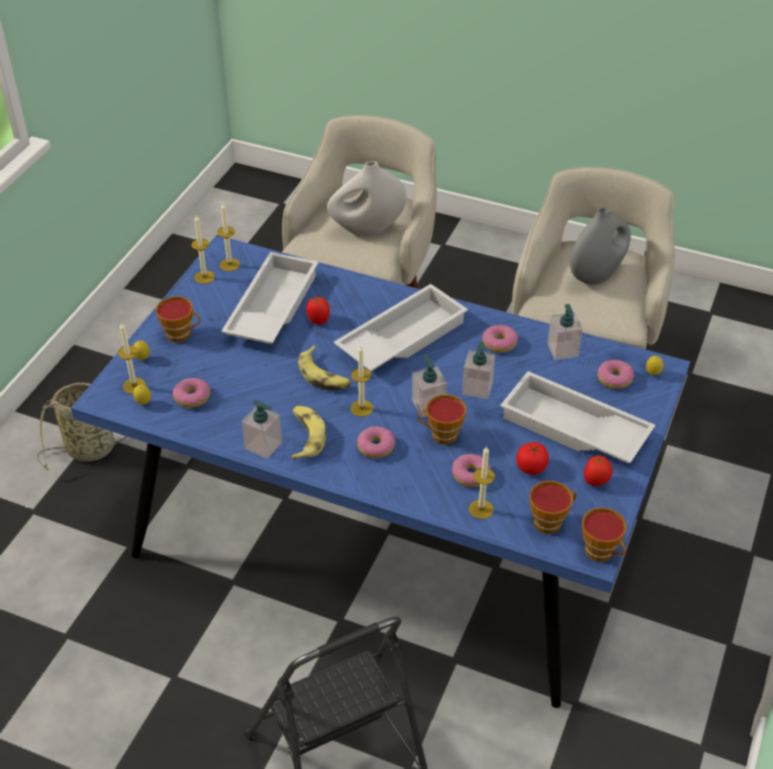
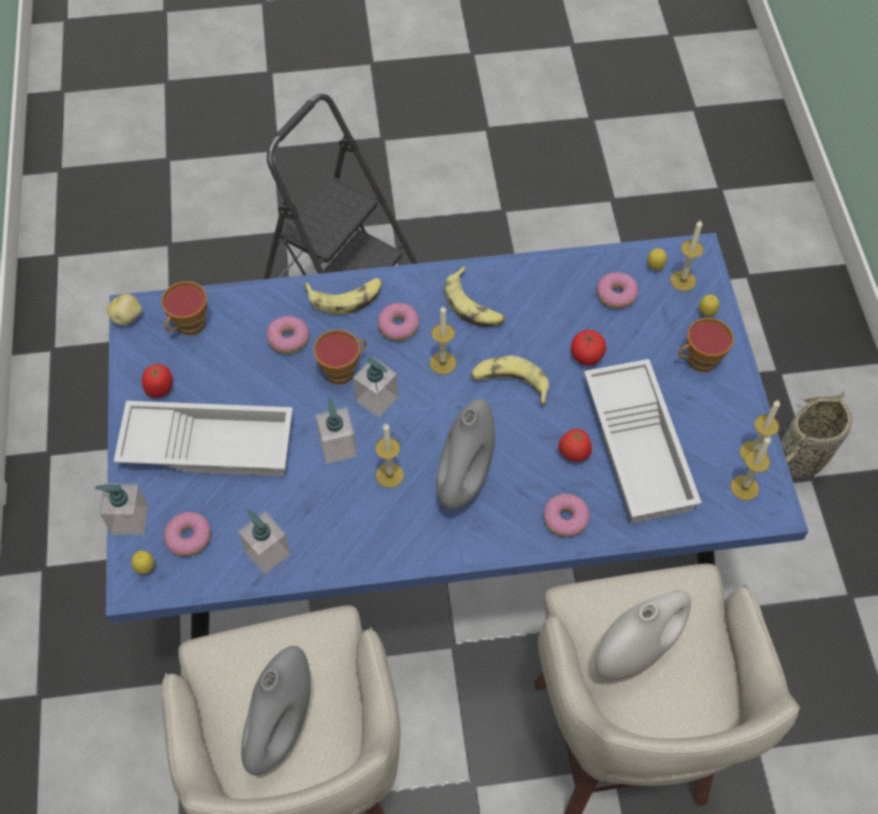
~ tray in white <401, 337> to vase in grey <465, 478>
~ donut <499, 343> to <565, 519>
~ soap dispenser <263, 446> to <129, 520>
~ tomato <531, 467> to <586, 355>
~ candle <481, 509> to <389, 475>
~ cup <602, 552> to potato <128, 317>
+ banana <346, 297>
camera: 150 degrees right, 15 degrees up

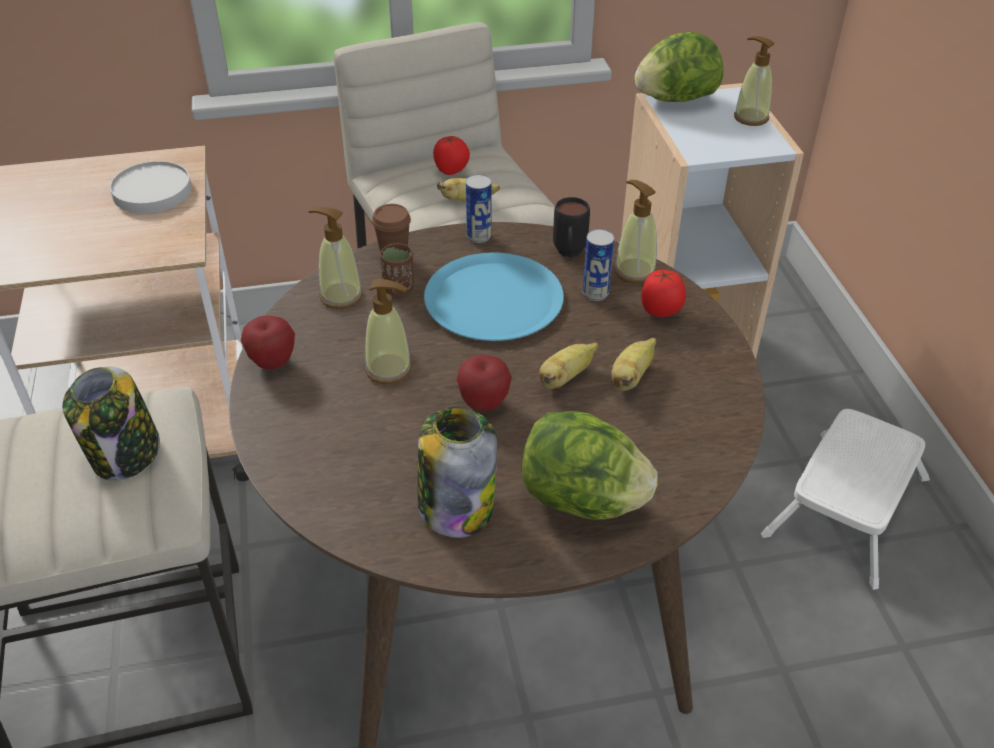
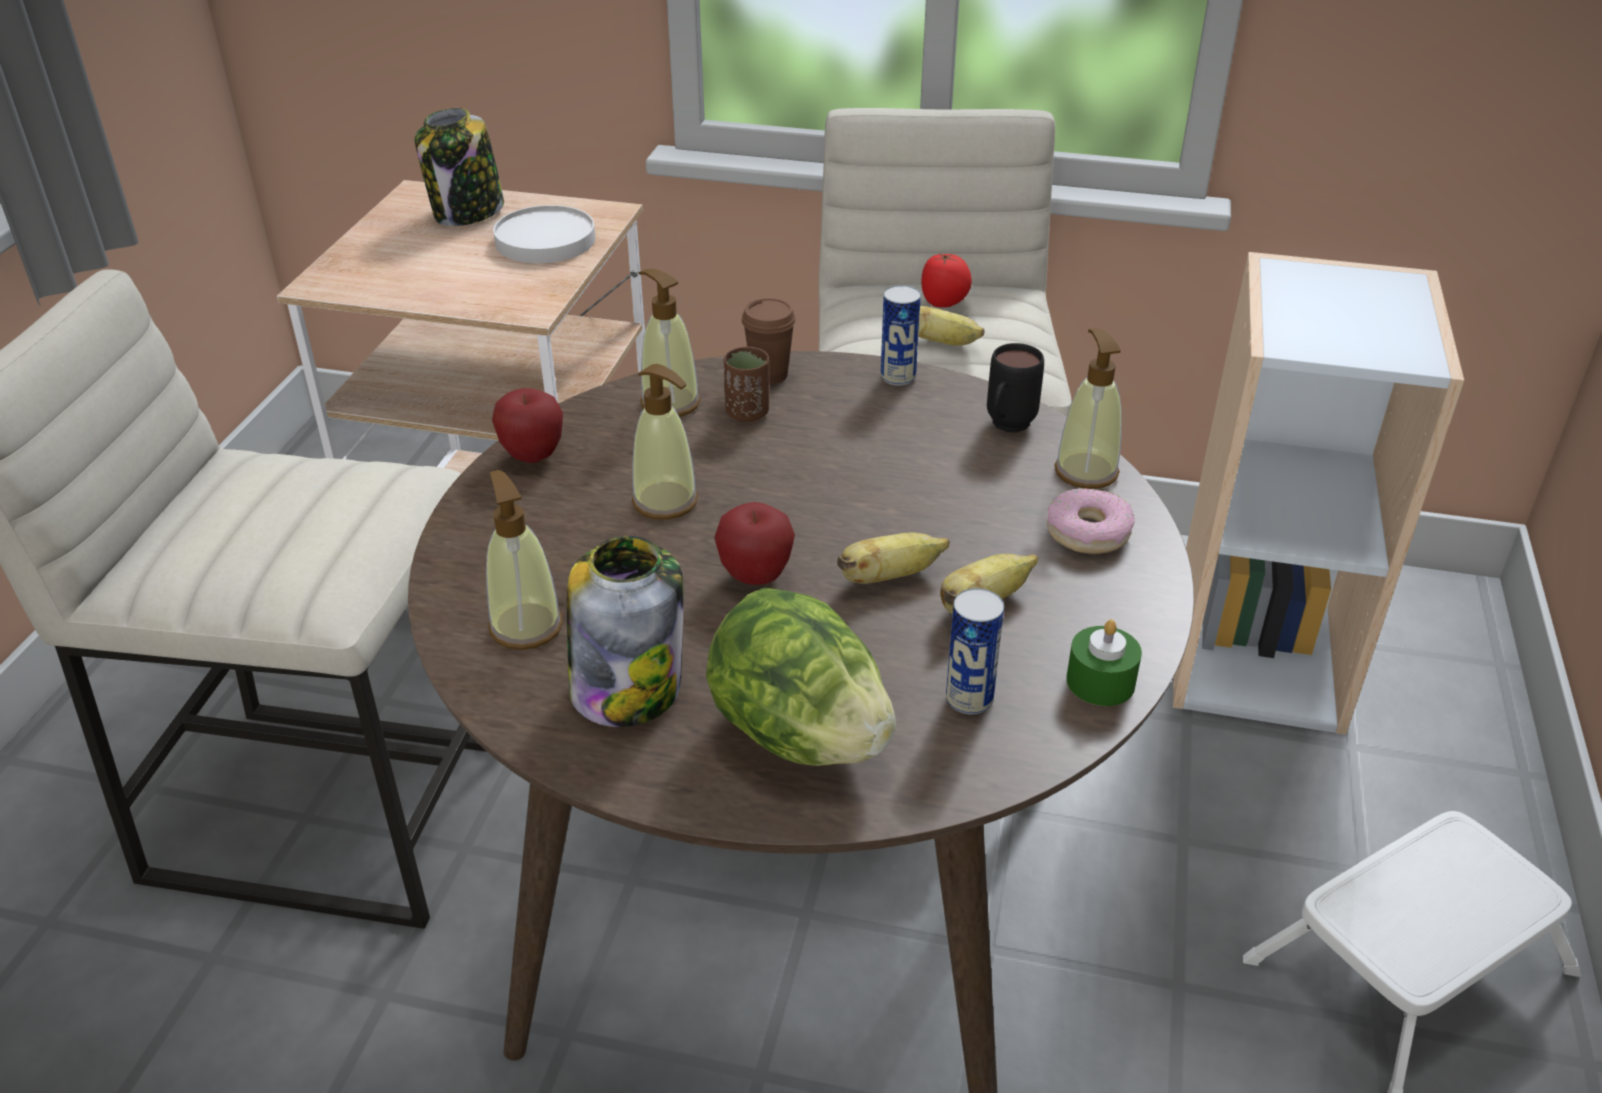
- lettuce <675, 99>
~ soap dispenser <750, 117> to <526, 626>
~ can <595, 293> to <969, 699>
- plate in blue <493, 299>
~ tomato <661, 311> to donut <1088, 532>
~ jar <125, 455> to <467, 213>
+ candle in green <1100, 682>
camera: 25 degrees right, 5 degrees down

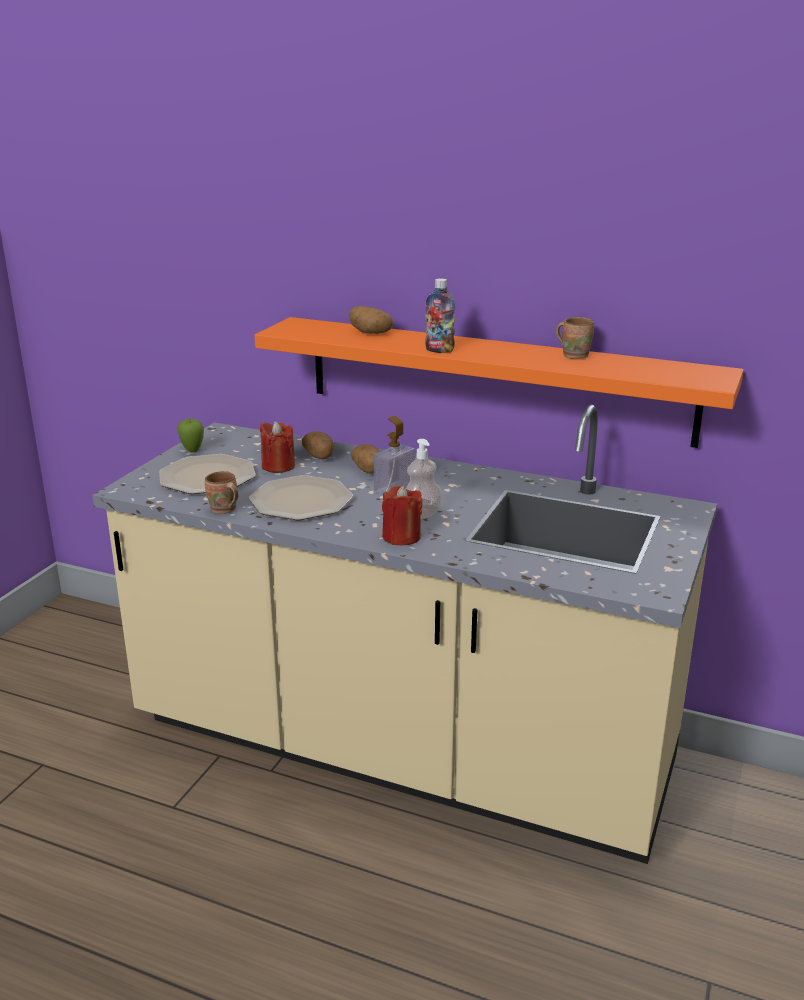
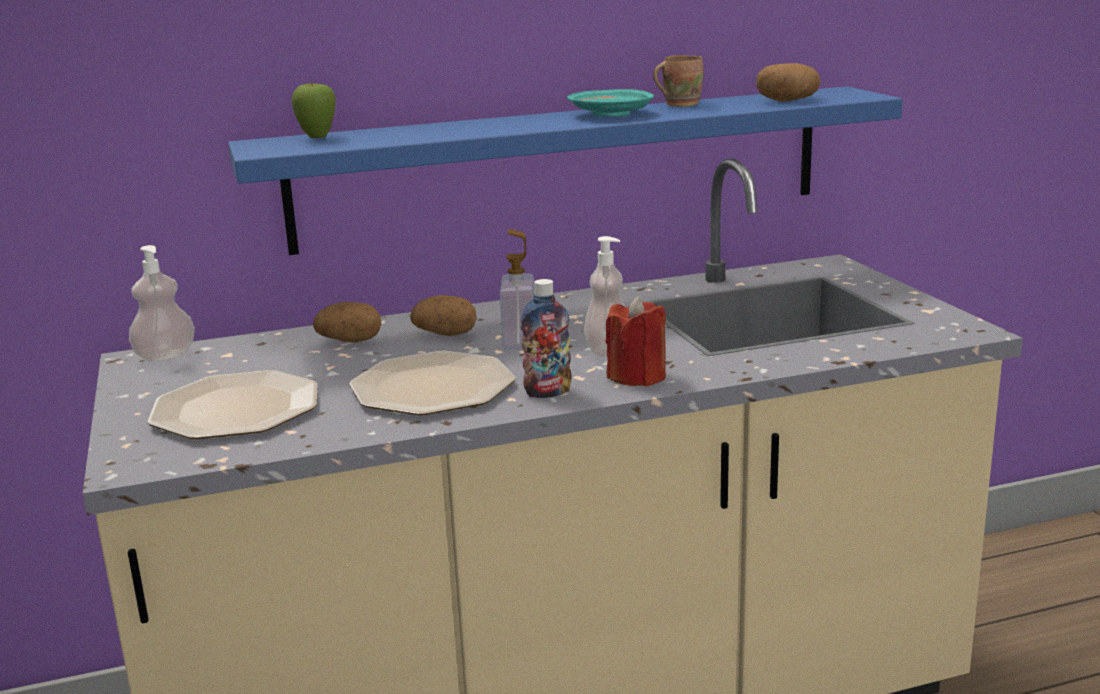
~ bottle <439, 350> to <548, 392>
~ potato <369, 333> to <787, 101>
~ shelf in orange <496, 379> to shelf in blue <563, 167>
~ apple <192, 451> to <317, 138>
- candle in red <278, 466>
- mug in brown <223, 510>
+ plate in turquoise <610, 114>
+ soap dispenser <165, 356>
camera: 40 degrees left, 5 degrees down

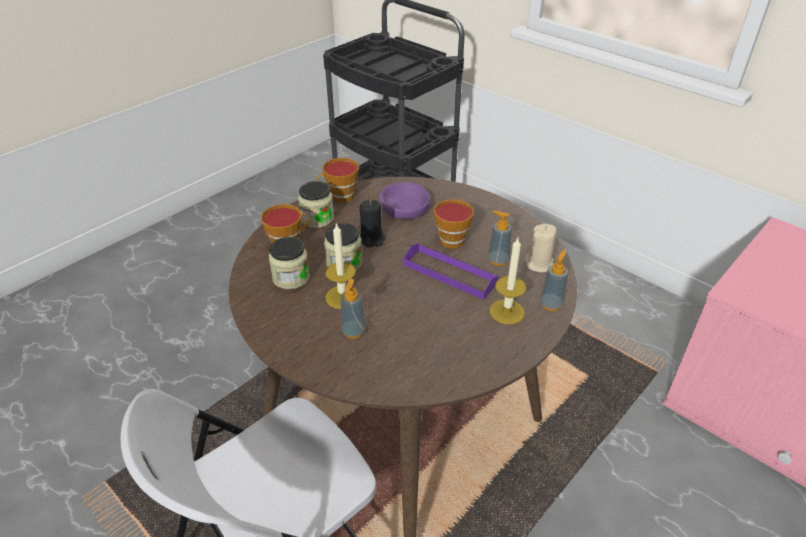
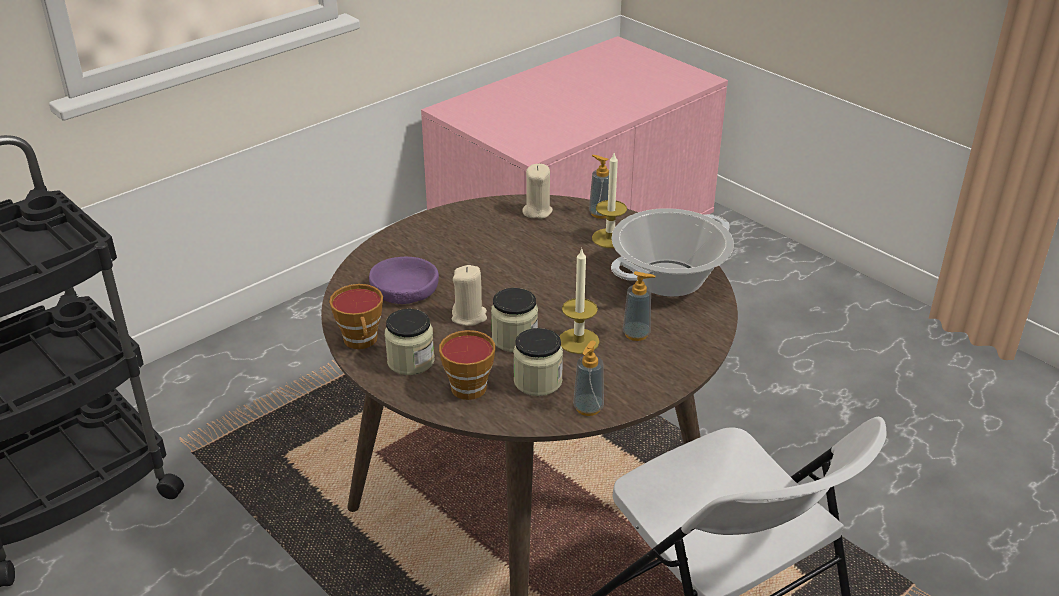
- cup <452, 238>
~ candle in black <372, 239> to candle in beige <469, 316>
~ soap dispenser <498, 260> to <588, 408>
- tray in purple <449, 274>
+ cooking pot <668, 279>
camera: 85 degrees left, 5 degrees down

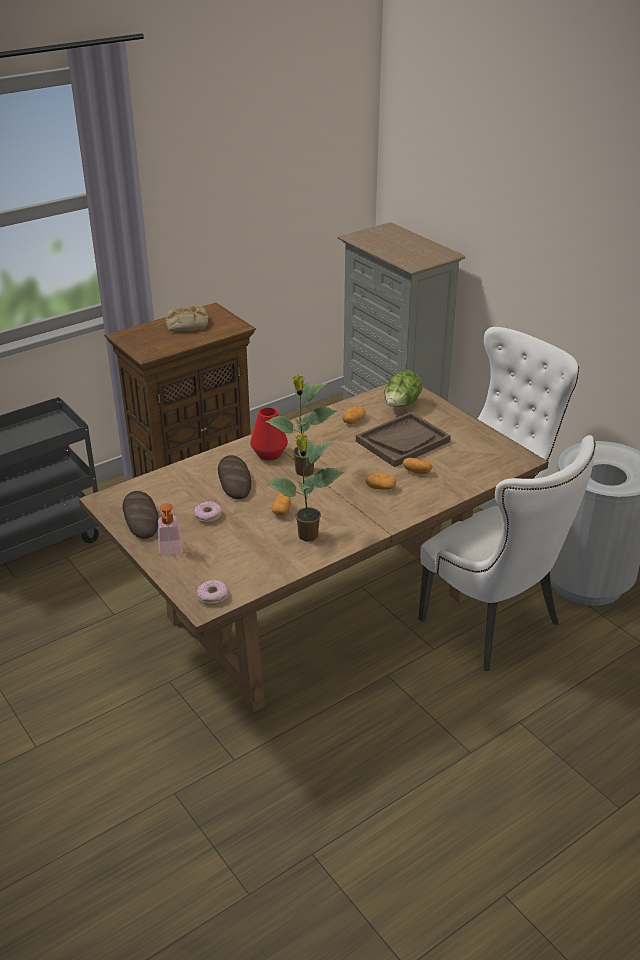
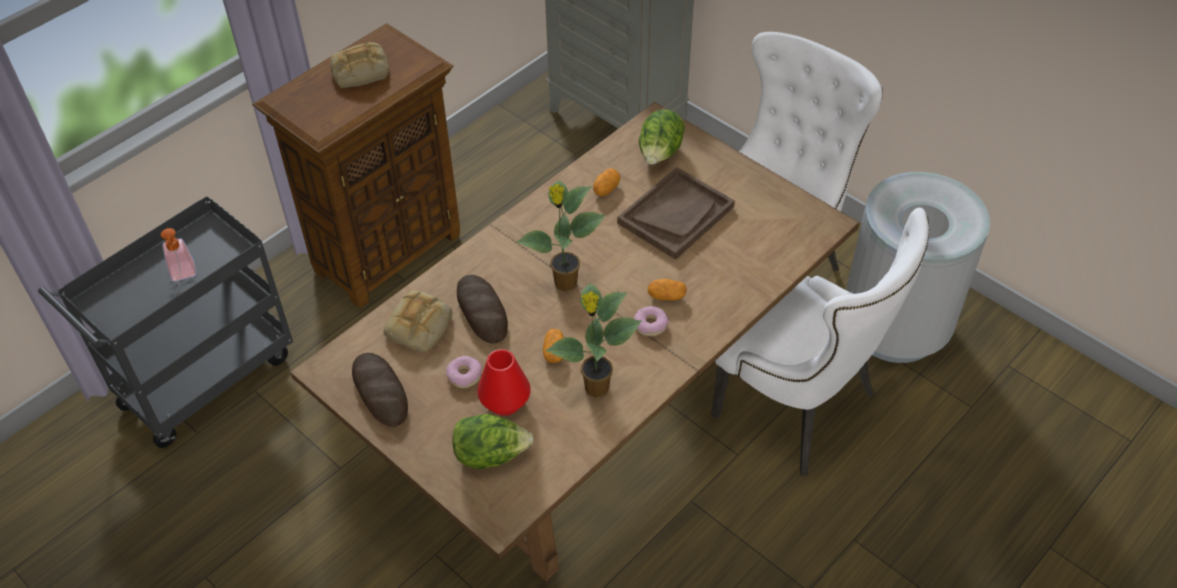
~ vase in red <269, 454> to <505, 402>
- potato <417, 471>
~ soap dispenser <170, 551> to <183, 275>
~ donut <212, 596> to <650, 325>
+ bread <419, 327>
+ lettuce <491, 455>
camera: 10 degrees left, 15 degrees up

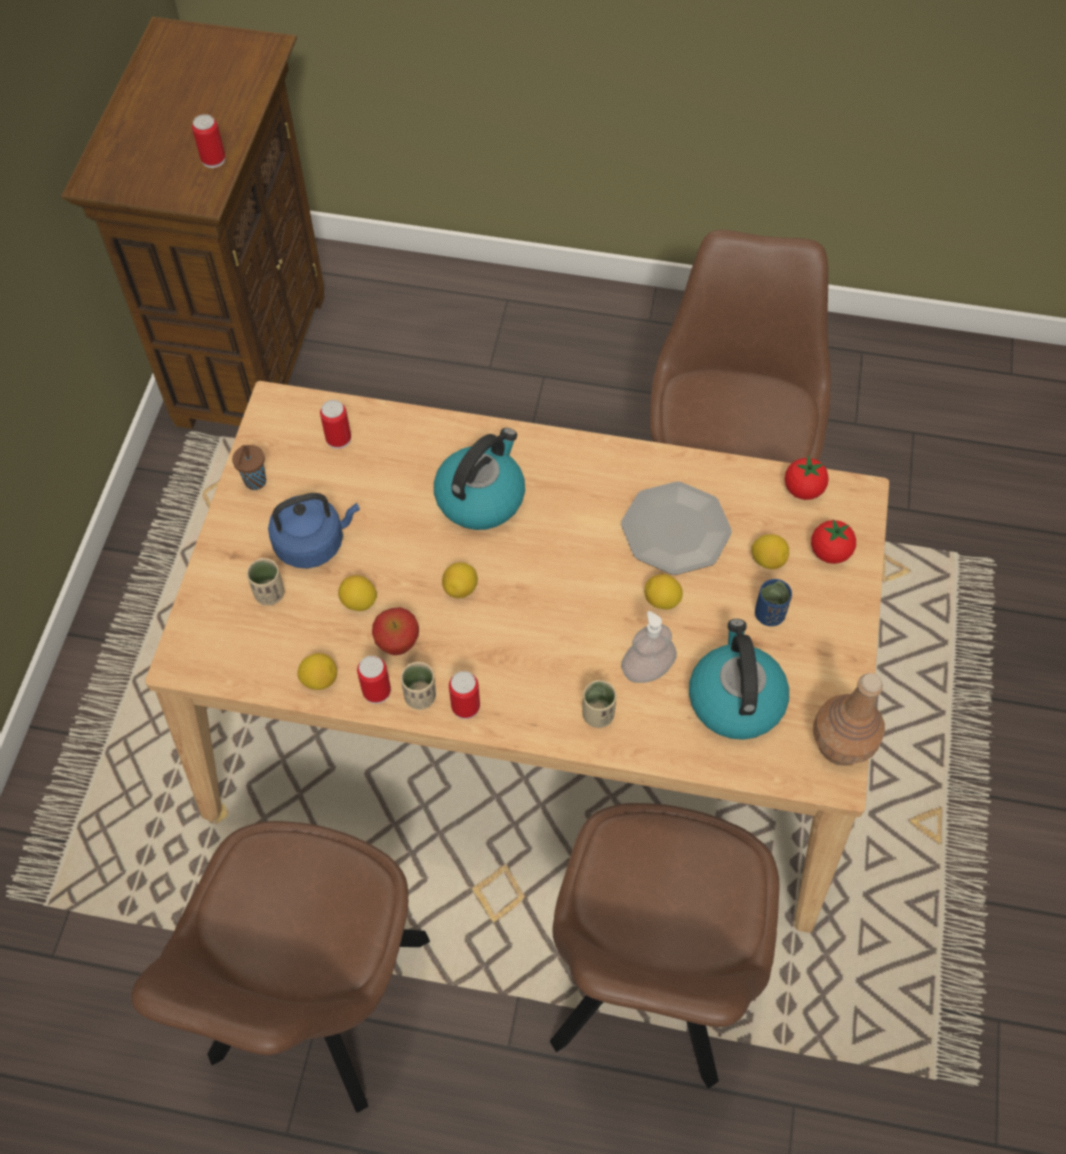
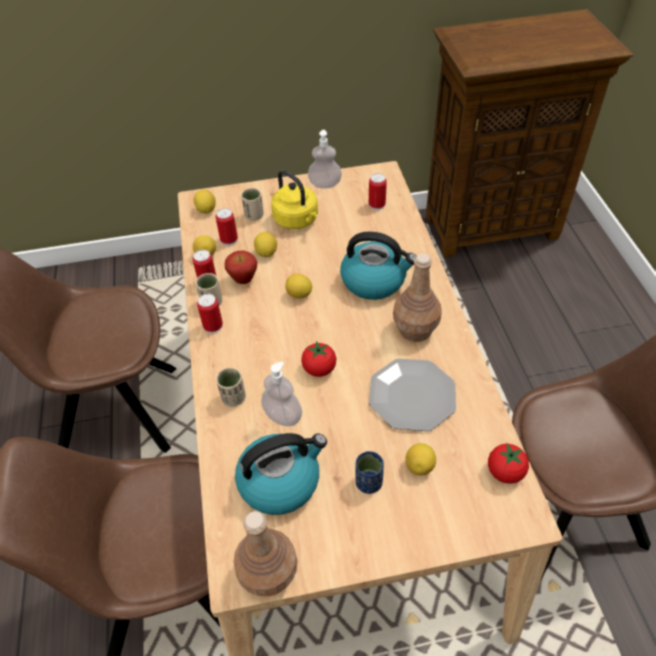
~ can <213, 160> to <229, 240>
~ cup in brown <254, 482> to soap dispenser <325, 184>
~ kettle in blue <313, 543> to kettle in yellow <297, 220>
~ tomato <829, 552> to <319, 369>
~ lemon <662, 600> to <206, 210>
+ bottle in brown <415, 329>
camera: 70 degrees right, 10 degrees down

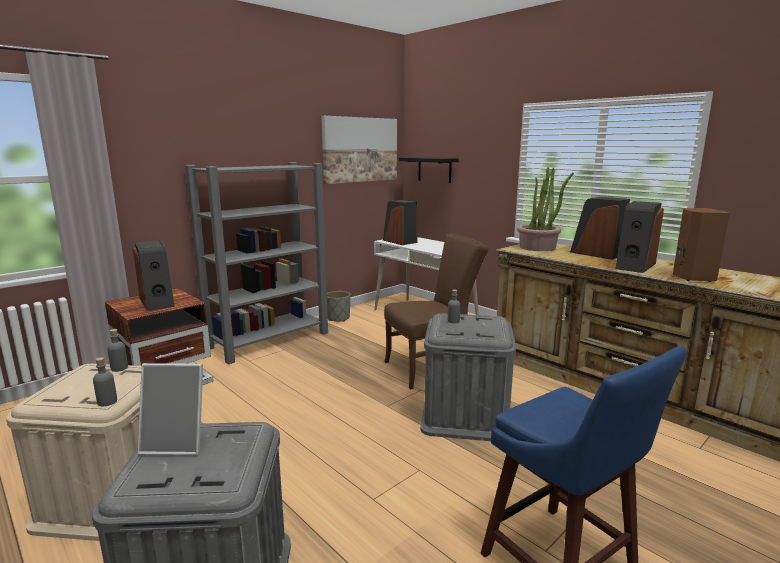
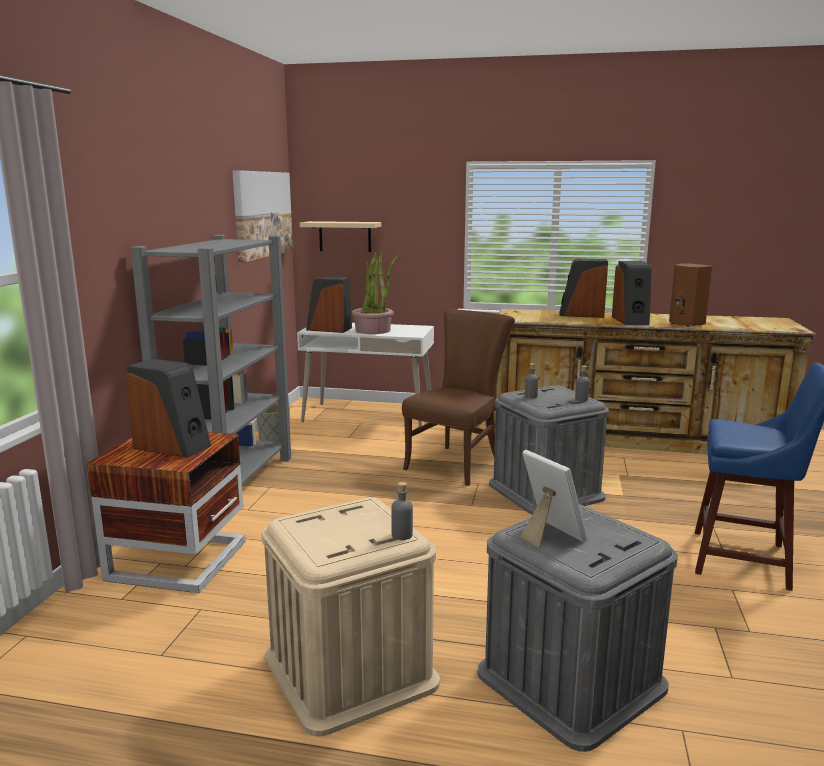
~ shelf in black <434, 169> to shelf in beige <345, 236>
~ potted plant <538, 247> to <373, 330>
~ bottle in grey <119, 368> to <581, 399>
~ picture frame <178, 443> = <548, 535> 90 degrees counterclockwise
camera: 35 degrees left, 0 degrees up

